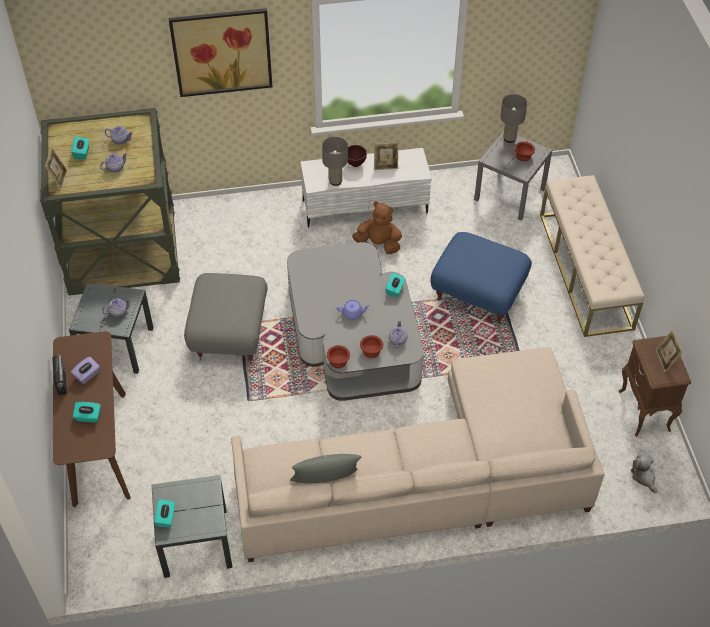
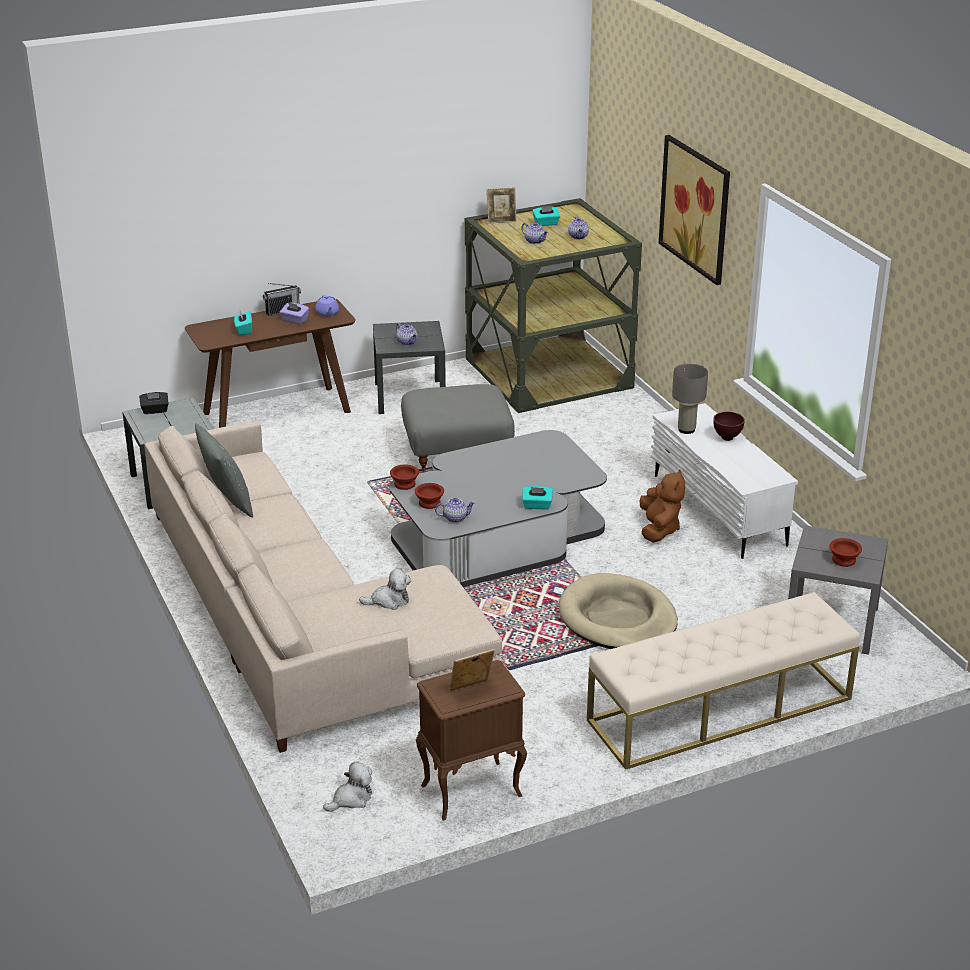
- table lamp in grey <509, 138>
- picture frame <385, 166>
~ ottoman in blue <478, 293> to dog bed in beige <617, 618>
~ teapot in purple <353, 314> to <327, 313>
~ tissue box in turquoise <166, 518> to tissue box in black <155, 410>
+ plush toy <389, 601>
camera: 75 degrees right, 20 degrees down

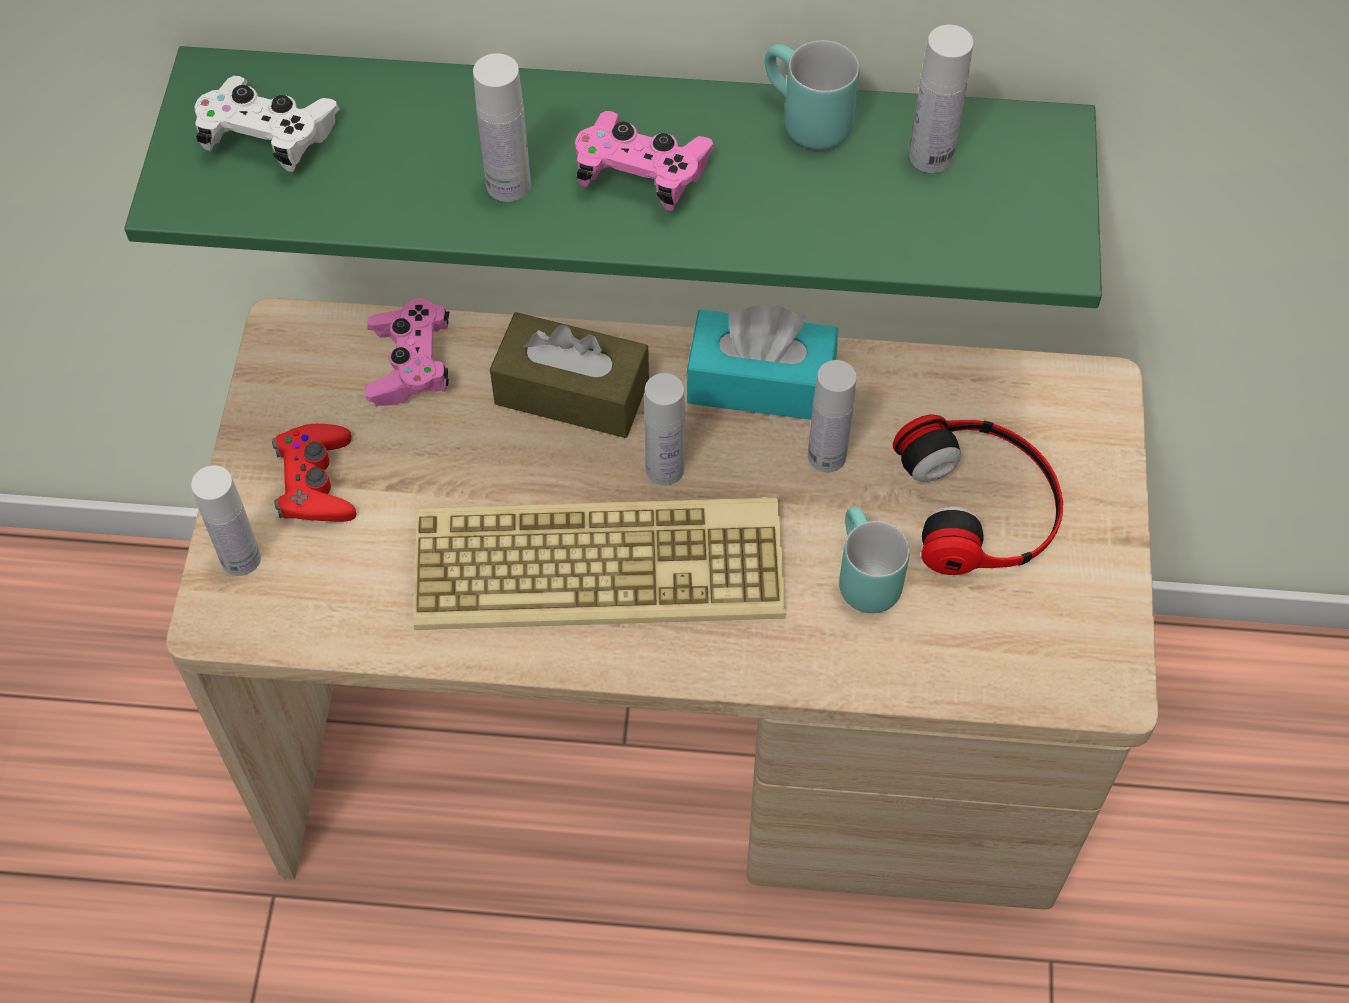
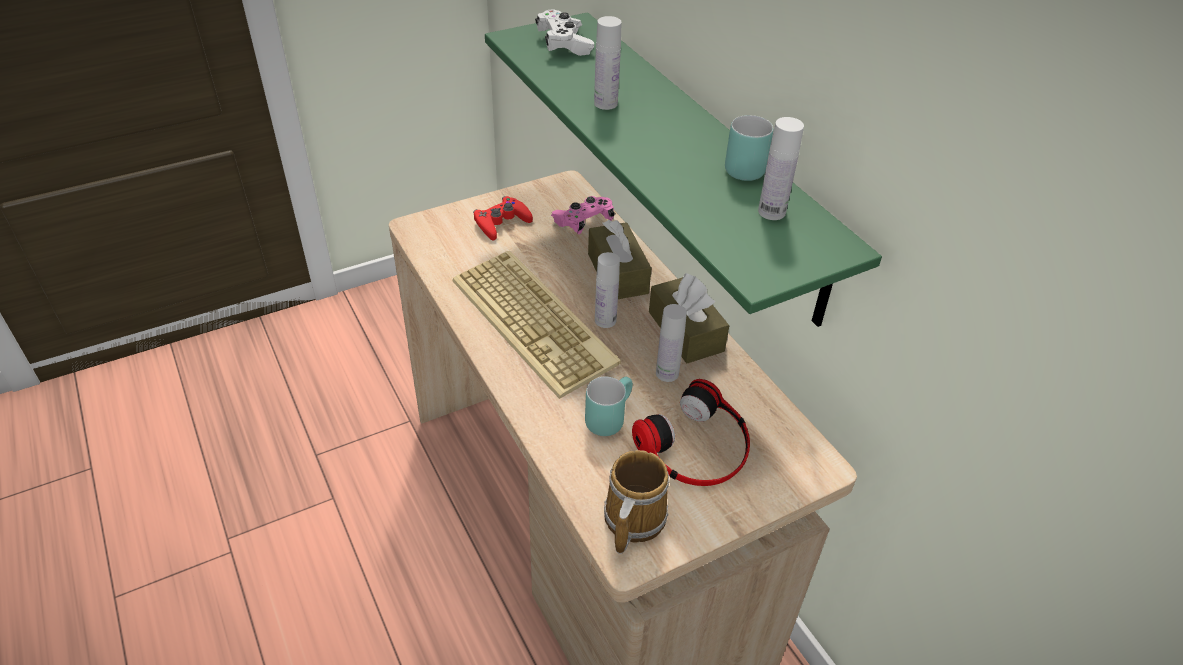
- game controller in pink <642, 175>
~ tissue box in turquoise <760, 383> to tissue box in brown <685, 331>
- bottle in white <241, 558>
+ mug <631, 520>
camera: 55 degrees right, 15 degrees down

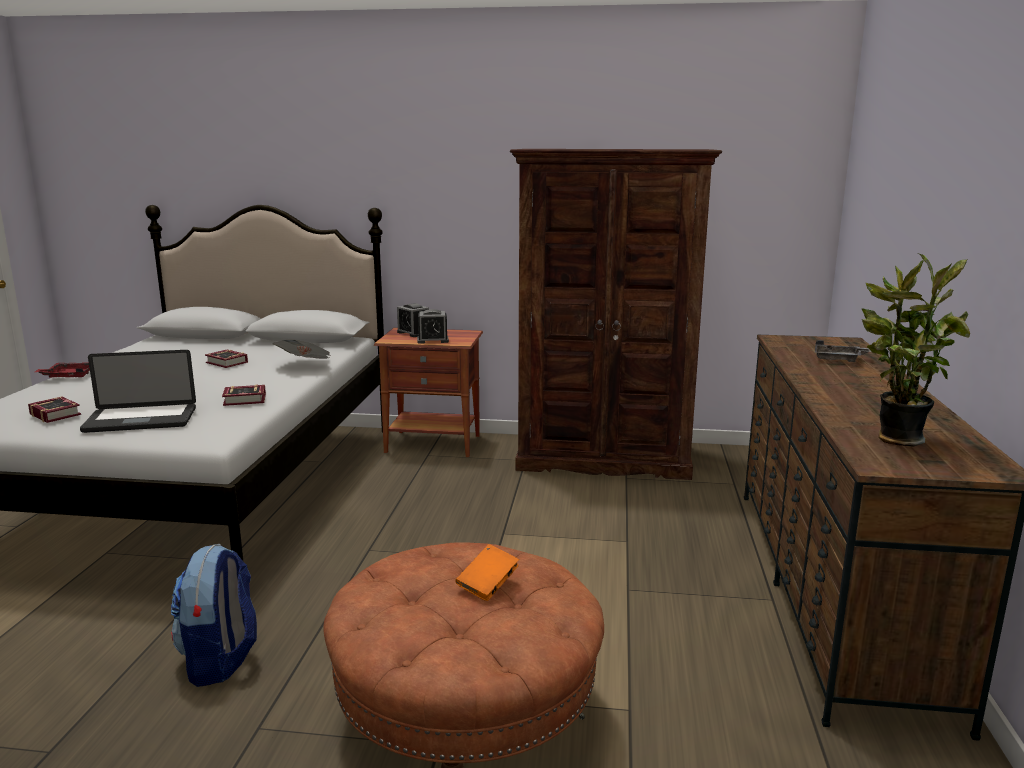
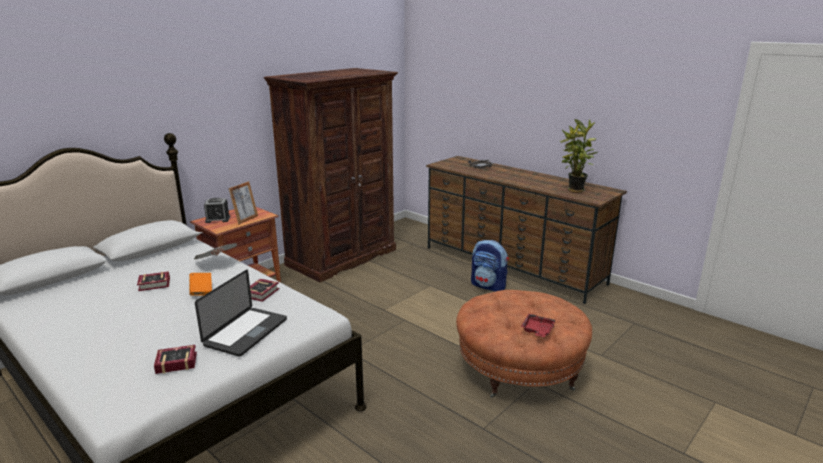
~ alarm clock <432, 340> to picture frame <245, 219>
~ tray in red <68, 376> to <537, 330>
~ backpack <220, 660> to <489, 286>
~ book in orange <488, 585> to <201, 291>
camera: 55 degrees left, 5 degrees up

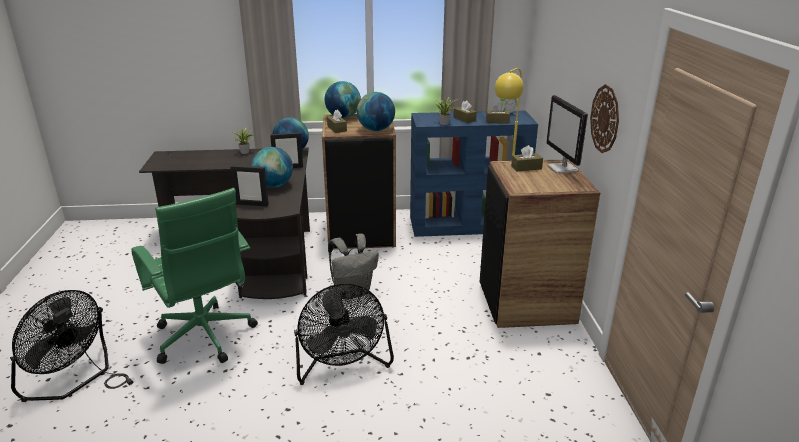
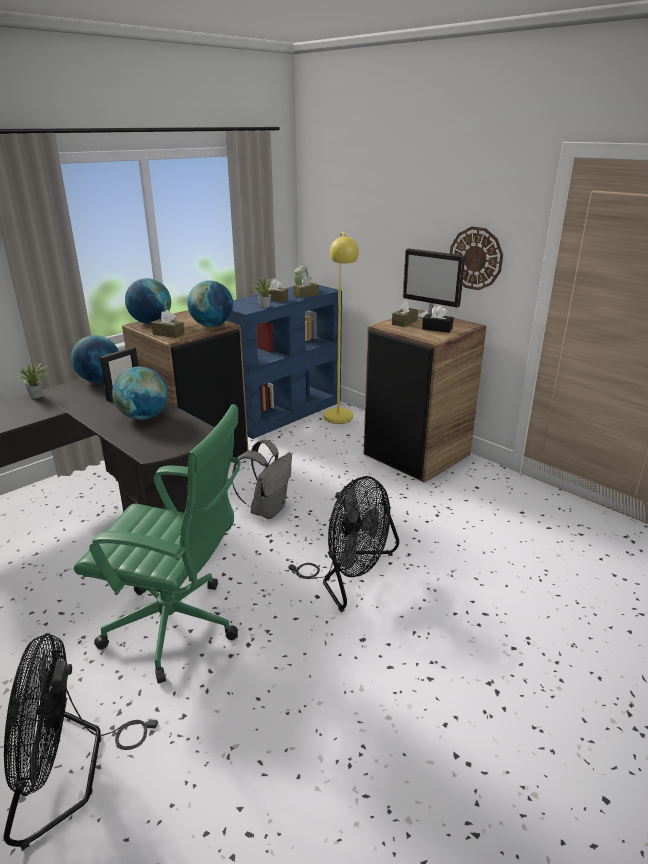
- picture frame <252, 204>
+ tissue box in black <437, 329>
camera: 40 degrees left, 0 degrees up

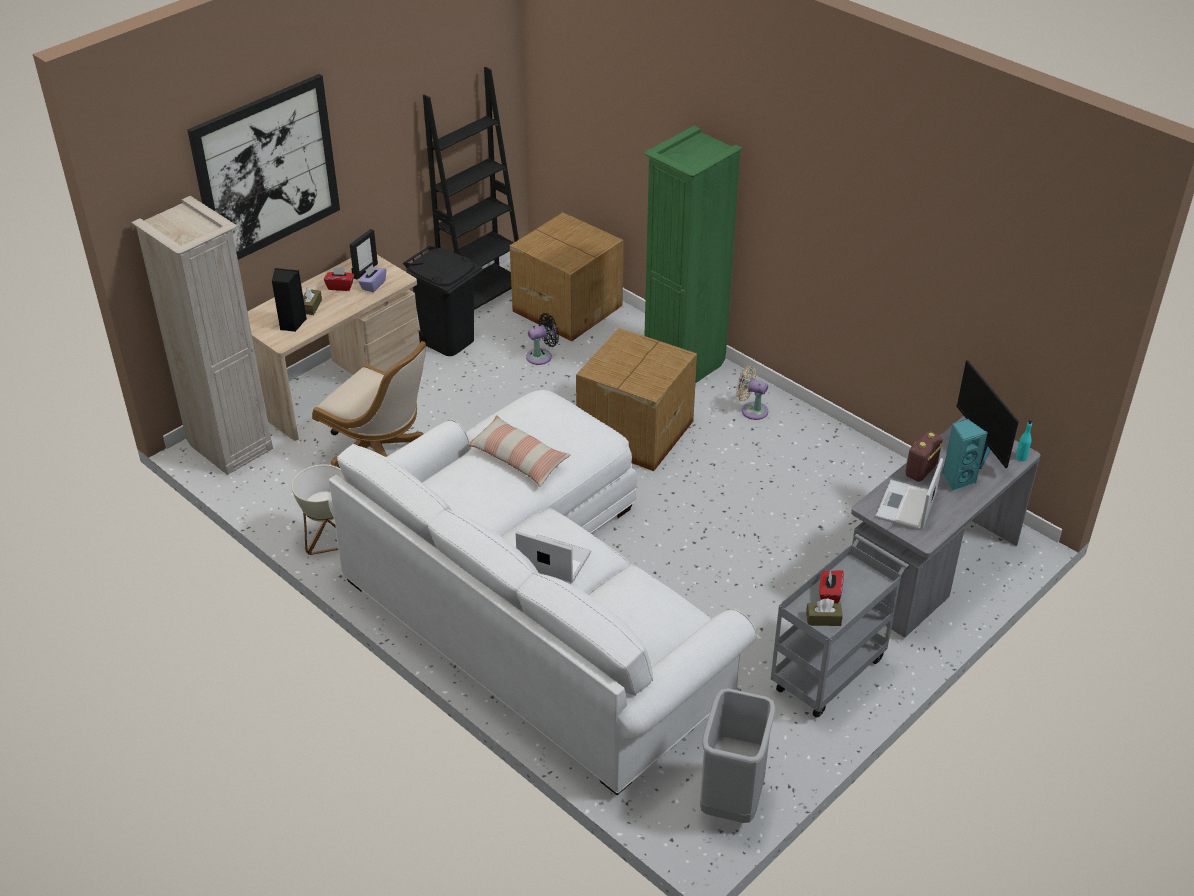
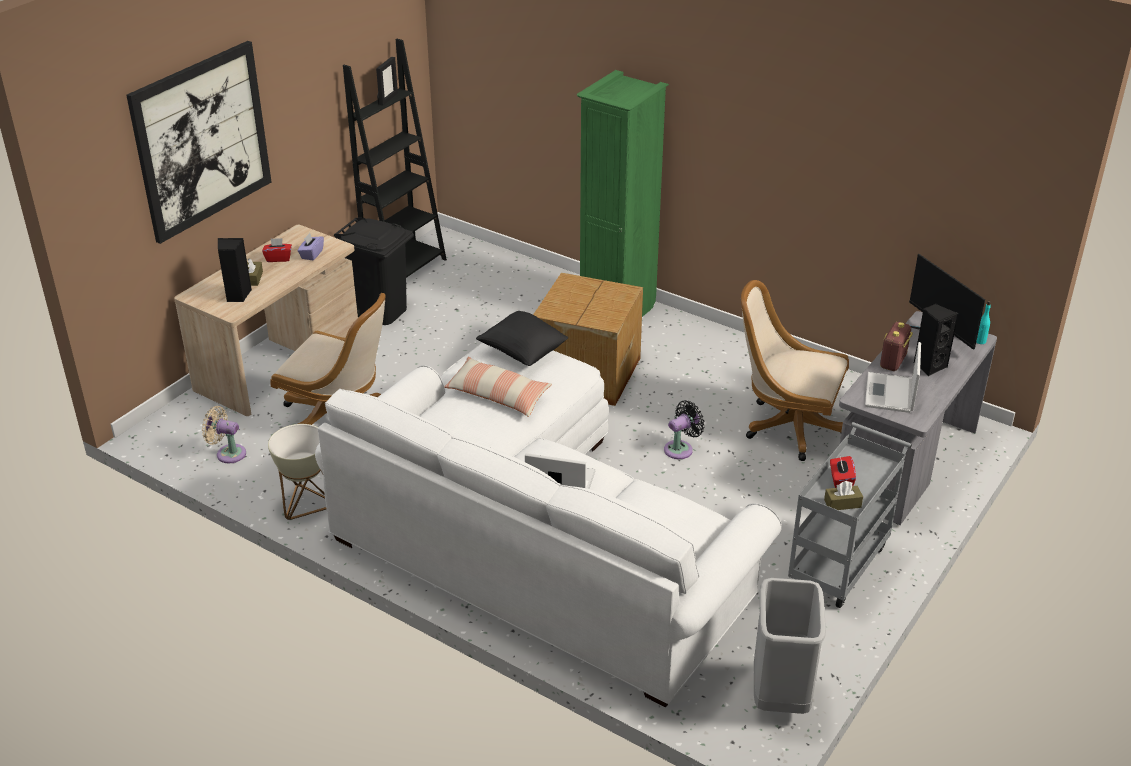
- cabinet in beige <231, 446>
- cardboard box <567, 307>
~ picture frame <365, 271> to <388, 99>
~ fan in black <541, 356> to <681, 449>
~ fan in beige <751, 410> to <228, 453>
~ speaker in turquoise <957, 479> to speaker in black <929, 366>
+ office chair <787, 426>
+ pillow in black <523, 352>
camera: 10 degrees left, 5 degrees down

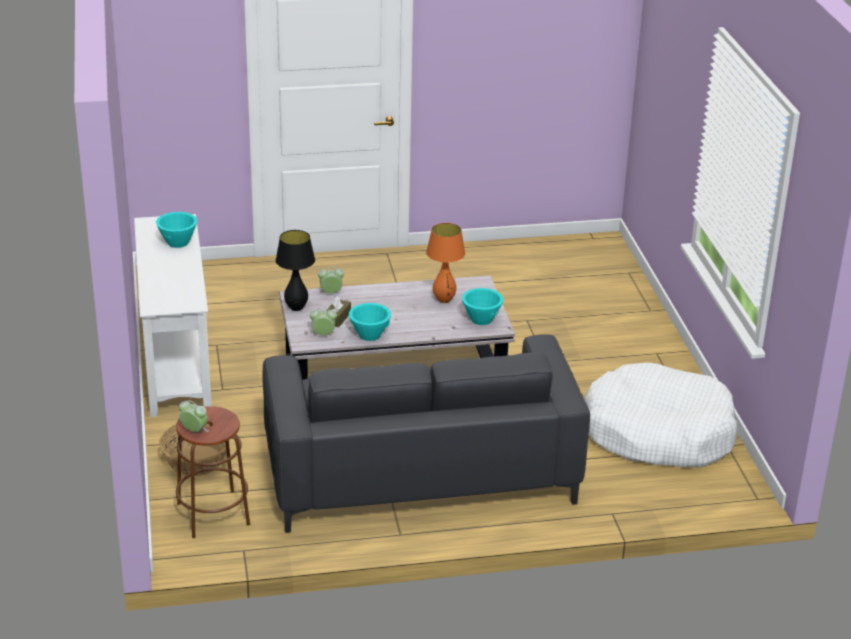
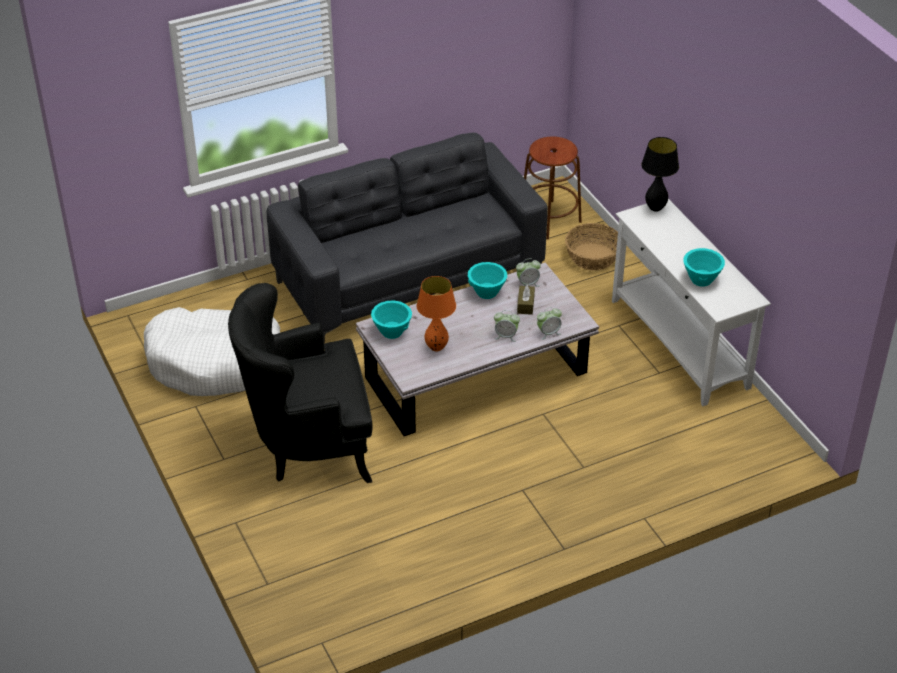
~ table lamp in black <296, 308> to <655, 208>
~ alarm clock <194, 431> to <506, 336>
+ armchair in black <308, 446>
camera: 165 degrees right, 10 degrees up

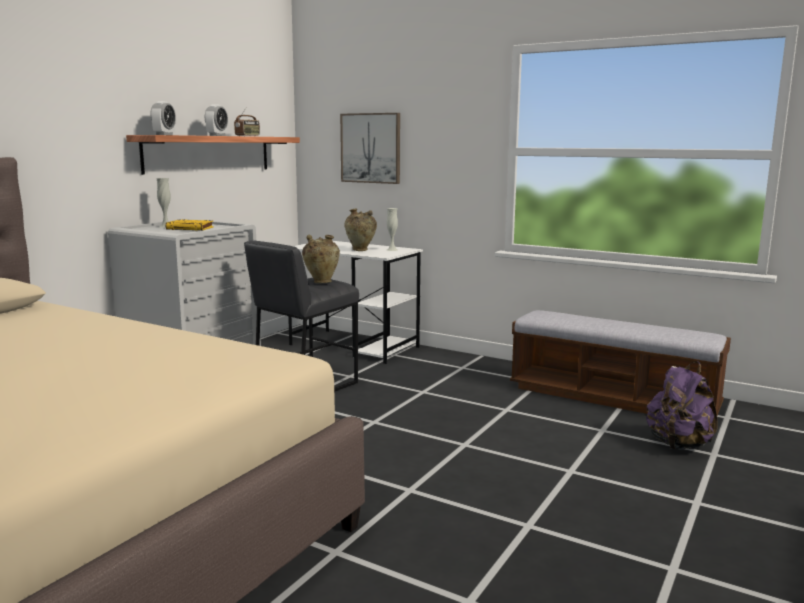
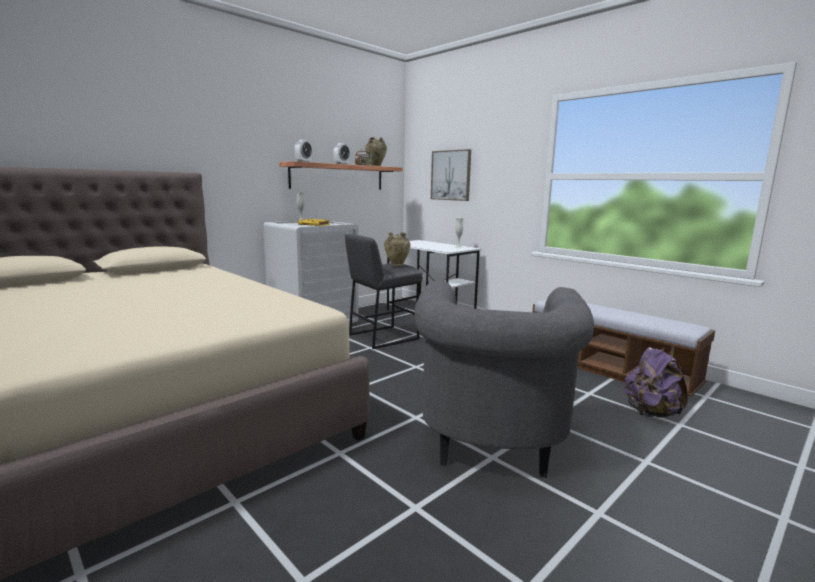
~ vase in beige <360, 250> to <376, 166>
+ armchair in grey <491, 438>
camera: 15 degrees right, 0 degrees up

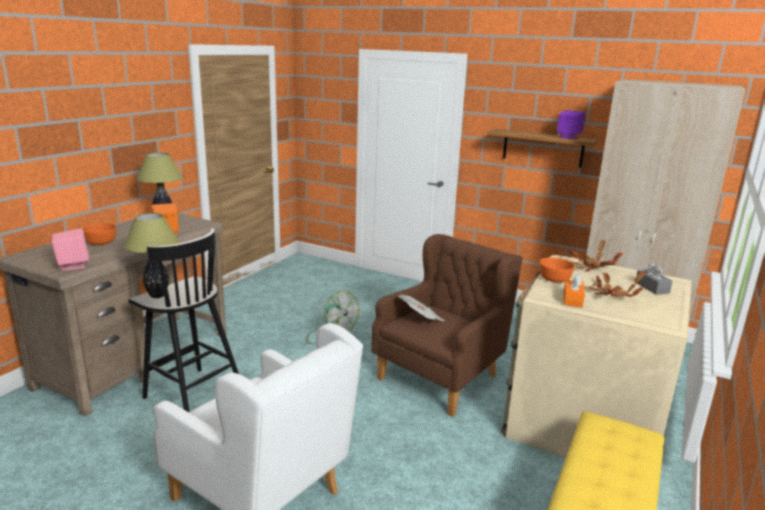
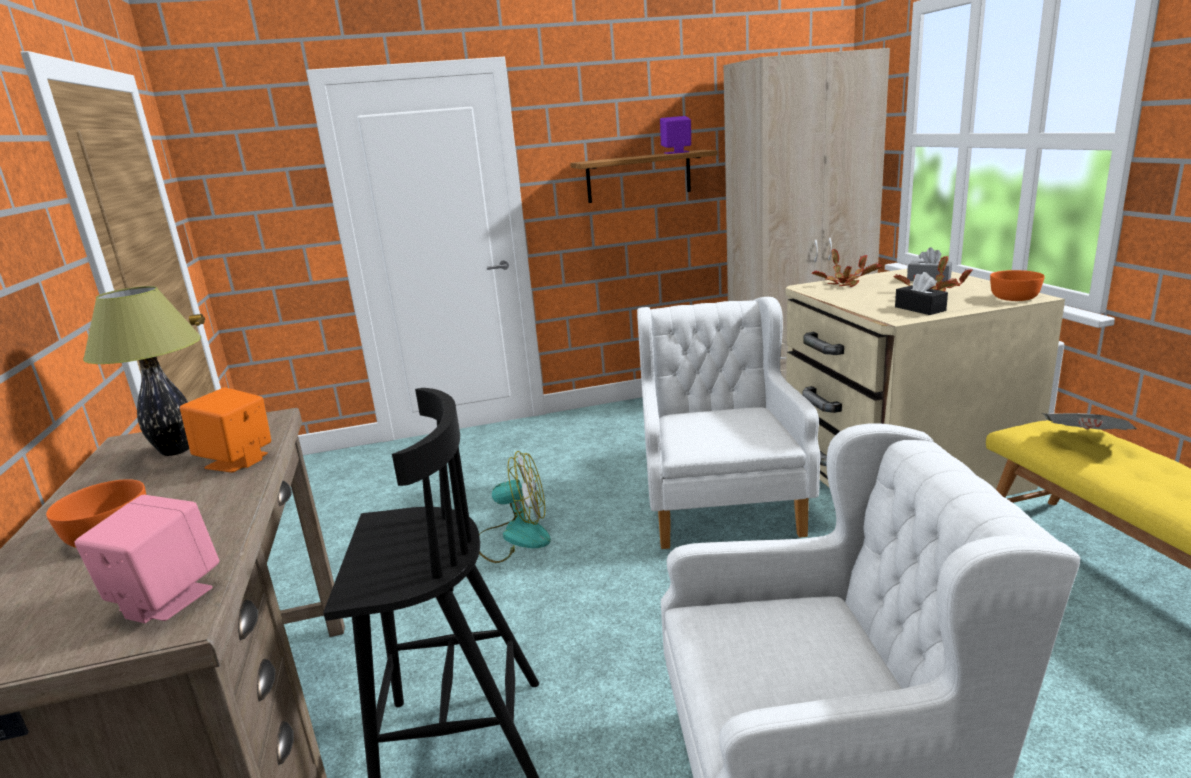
- table lamp <158, 295>
~ armchair in brown <442, 376> to armchair in white <719, 504>
~ bowl in orange <554, 278> to <1013, 298>
~ tissue box in orange <572, 299> to tissue box in black <920, 309>
~ newspaper <421, 319> to <1084, 442>
camera: 40 degrees left, 0 degrees up

